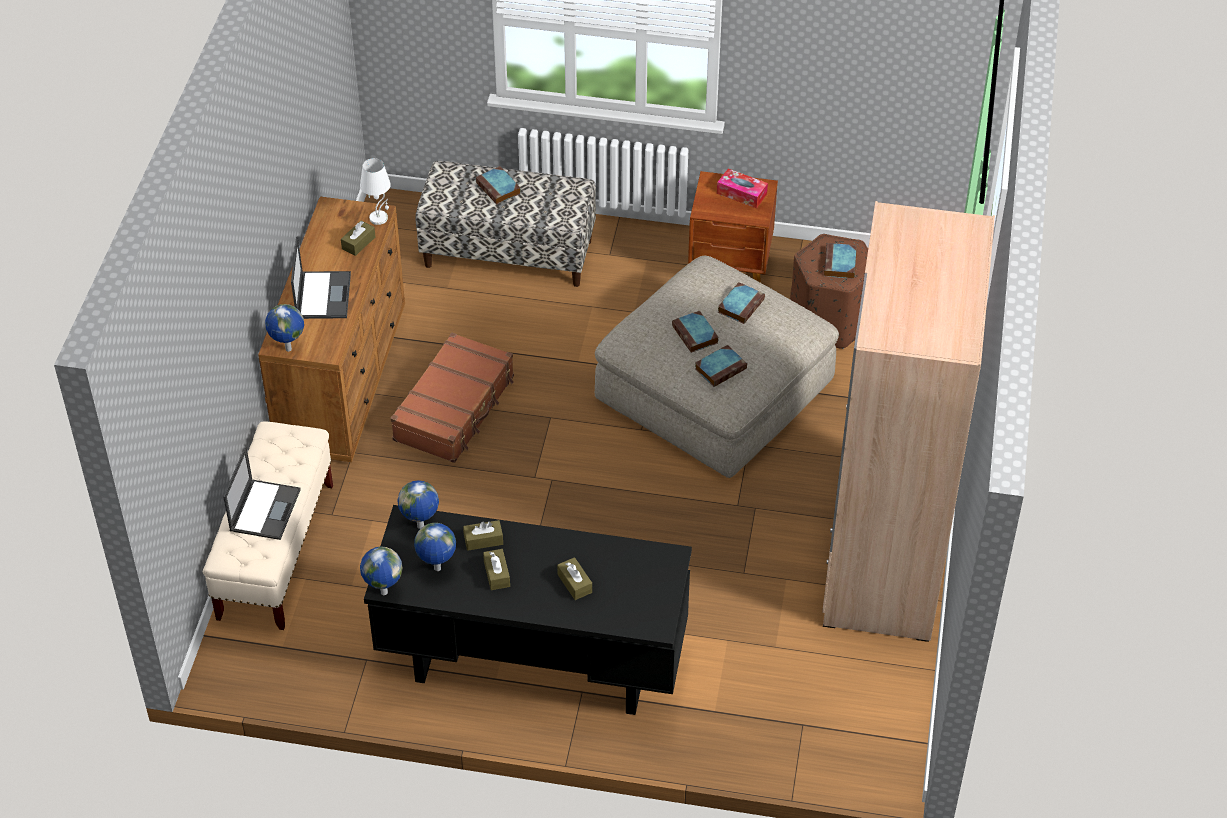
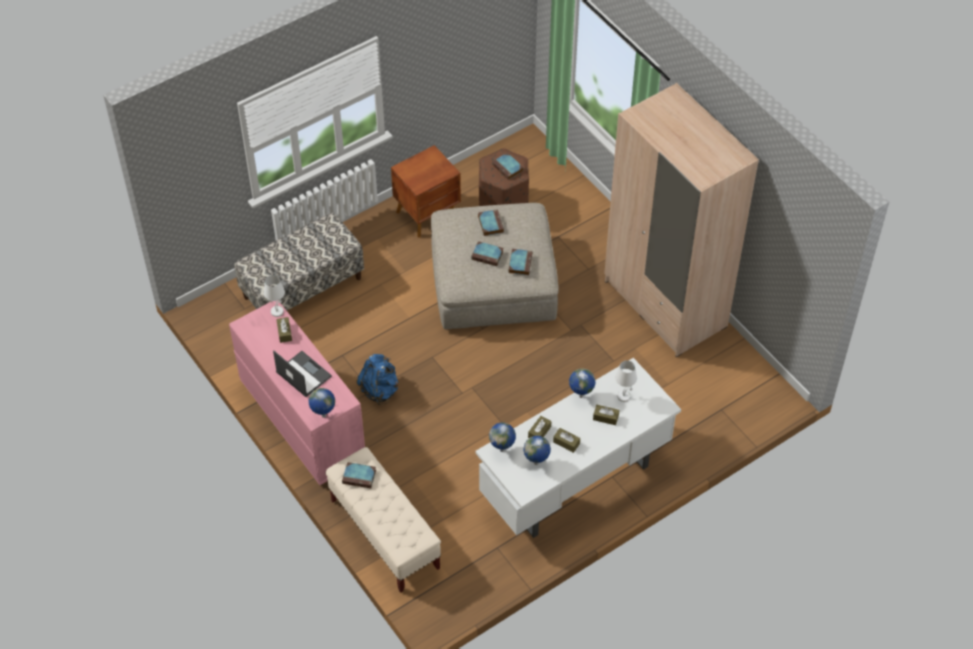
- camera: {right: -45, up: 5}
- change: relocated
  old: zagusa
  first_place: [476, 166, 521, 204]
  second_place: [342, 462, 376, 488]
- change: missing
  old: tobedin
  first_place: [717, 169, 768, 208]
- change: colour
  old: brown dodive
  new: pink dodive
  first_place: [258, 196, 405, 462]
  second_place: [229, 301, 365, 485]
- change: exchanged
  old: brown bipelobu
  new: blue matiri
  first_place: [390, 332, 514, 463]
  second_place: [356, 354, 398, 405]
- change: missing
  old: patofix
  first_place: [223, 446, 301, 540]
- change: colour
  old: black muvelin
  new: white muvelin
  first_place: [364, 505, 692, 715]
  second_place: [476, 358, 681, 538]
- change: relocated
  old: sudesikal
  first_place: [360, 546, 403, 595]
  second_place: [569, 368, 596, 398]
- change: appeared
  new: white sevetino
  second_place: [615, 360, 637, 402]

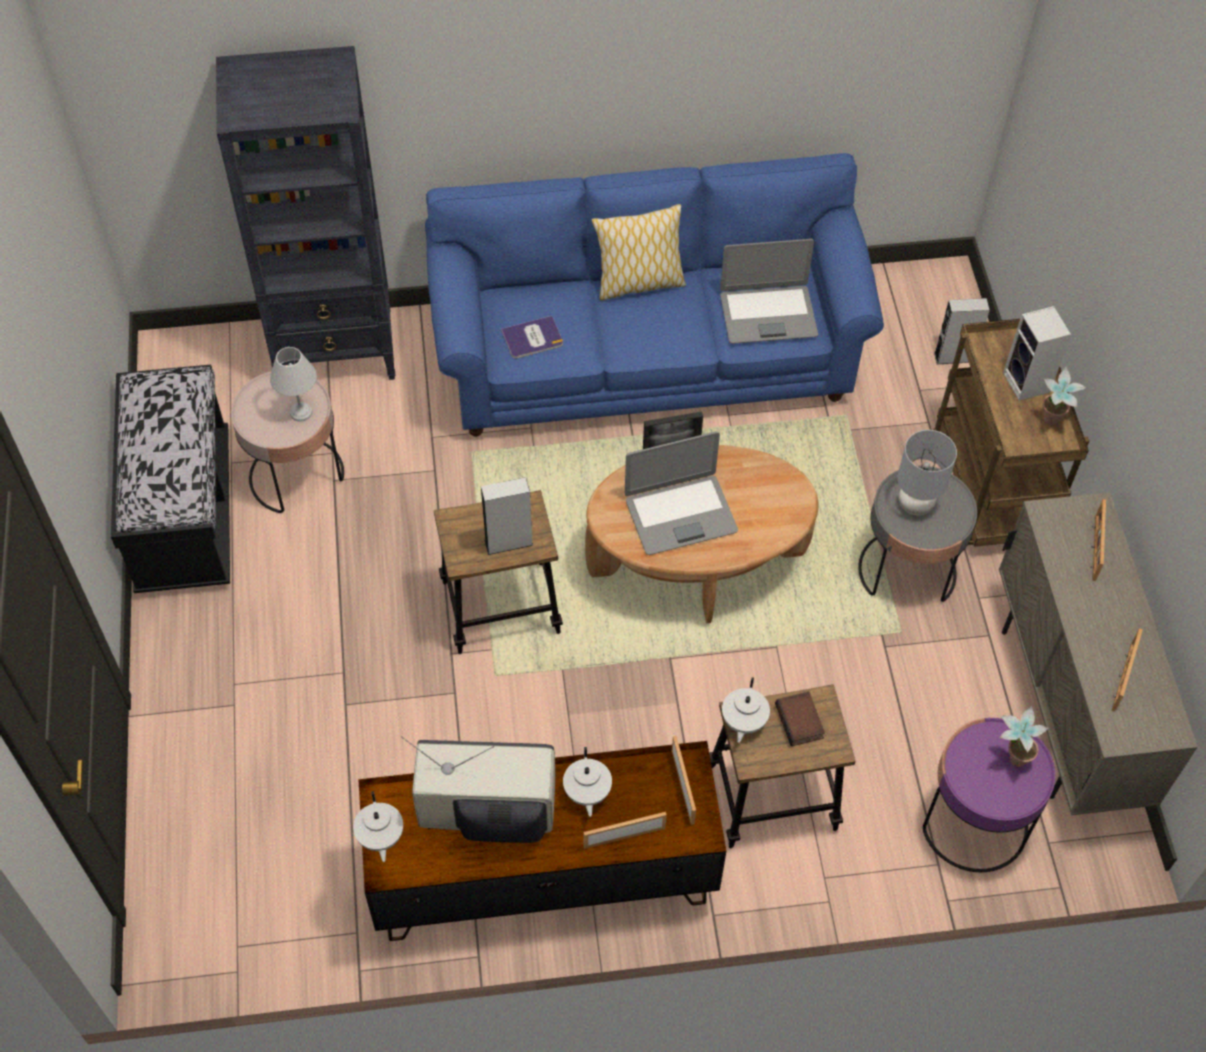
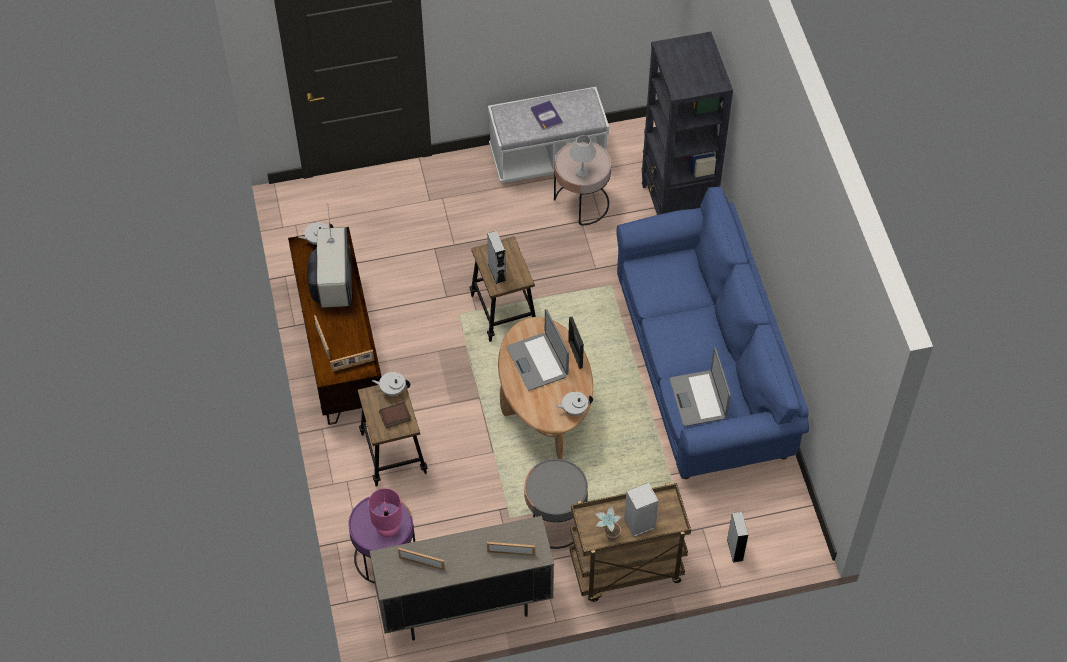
- camera: {right: 85, up: 0}
- change: missing
  old: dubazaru
  first_place: [592, 204, 686, 301]
- change: relocated
  old: zagusa
  first_place: [501, 316, 563, 358]
  second_place: [531, 100, 563, 130]
- change: colour
  old: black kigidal
  new: white kigidal
  first_place: [111, 365, 230, 593]
  second_place: [488, 87, 609, 183]
- change: missing
  old: grey sevetino
  first_place: [897, 430, 957, 515]
- change: exchanged
  old: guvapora
  new: pink sevetino
  first_place: [1000, 706, 1049, 767]
  second_place: [368, 488, 402, 538]
- change: relocated
  old: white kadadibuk
  first_place: [563, 747, 612, 817]
  second_place: [555, 392, 593, 416]

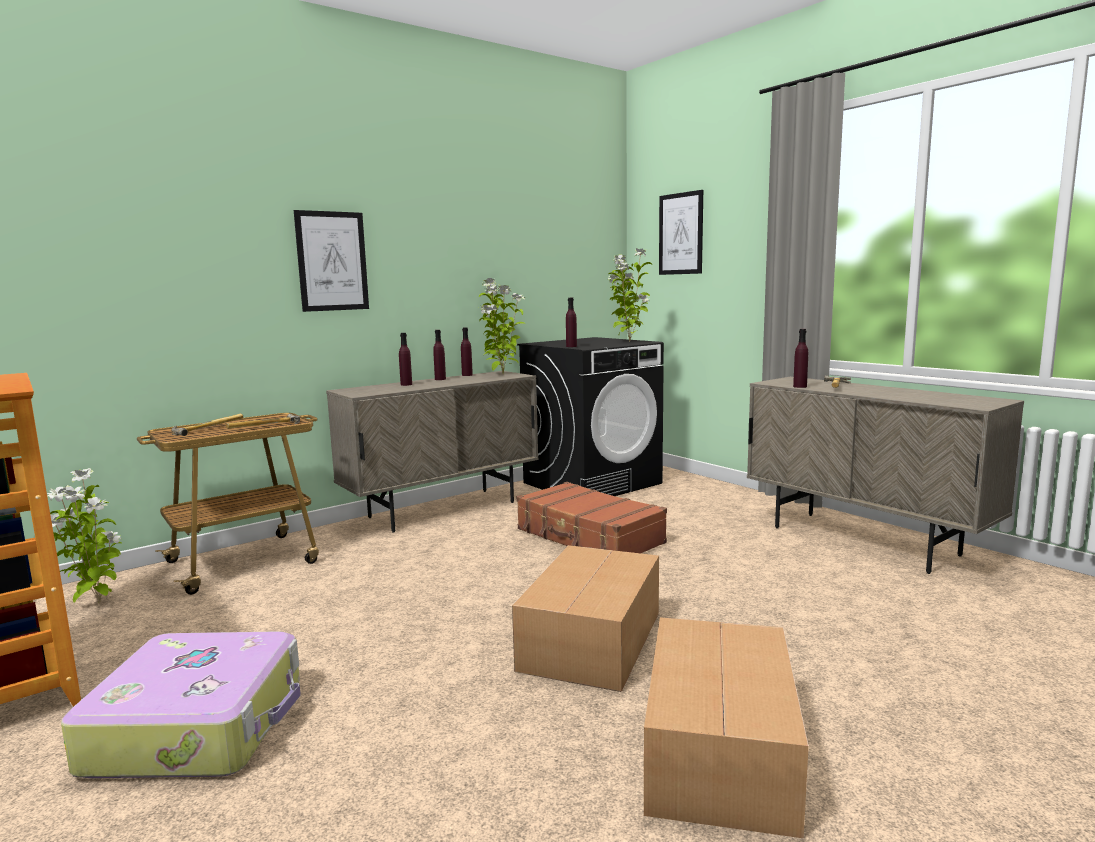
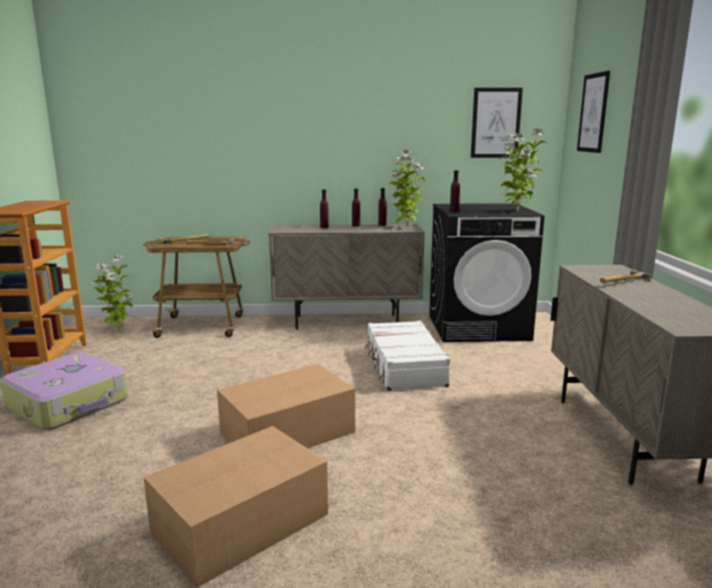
- camera: {right: 35, up: 5}
- change: relocated
  old: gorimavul
  first_place: [294, 210, 369, 312]
  second_place: [471, 88, 523, 158]
- change: missing
  old: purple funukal
  first_place: [793, 329, 808, 388]
- change: colour
  old: brown bipelobu
  new: white bipelobu
  first_place: [517, 482, 667, 553]
  second_place: [365, 321, 451, 391]

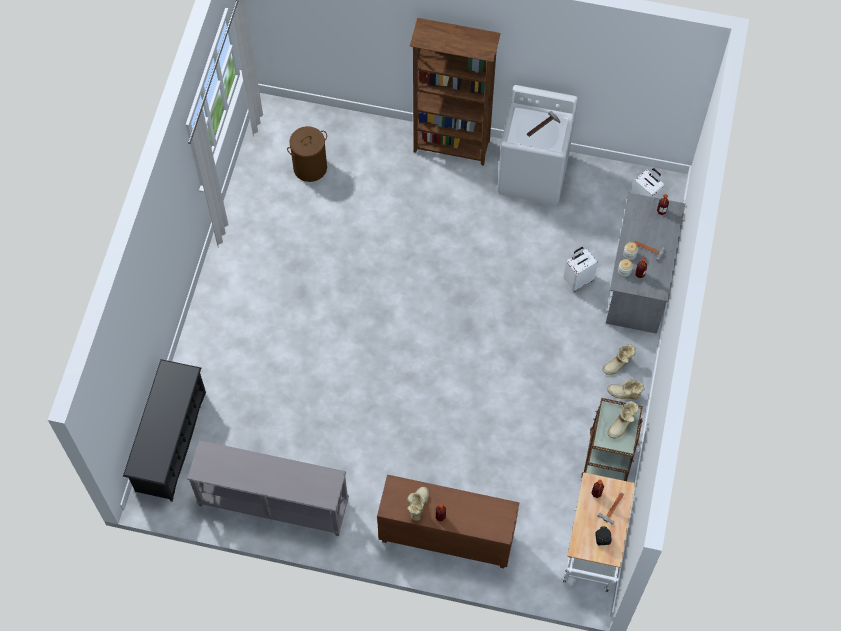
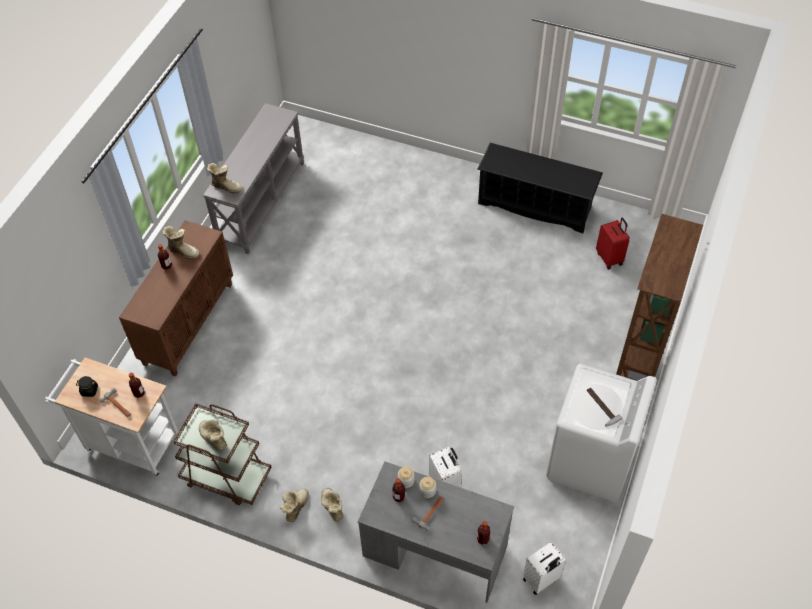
- camera: {right: 100, up: -10}
- change: exchanged
  old: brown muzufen
  new: red bipelobu
  first_place: [287, 126, 327, 182]
  second_place: [596, 218, 630, 270]
- change: relocated
  old: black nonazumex
  first_place: [123, 359, 206, 502]
  second_place: [478, 143, 603, 233]
- change: appeared
  new: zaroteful
  second_place: [207, 163, 243, 193]

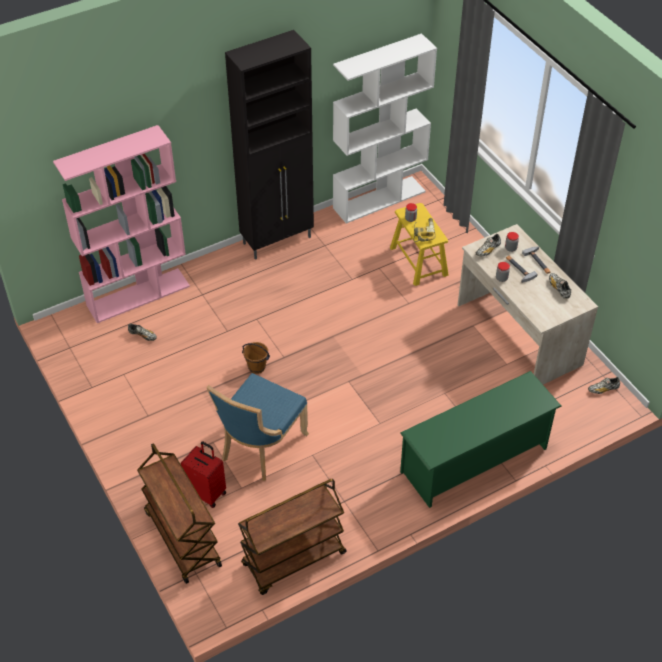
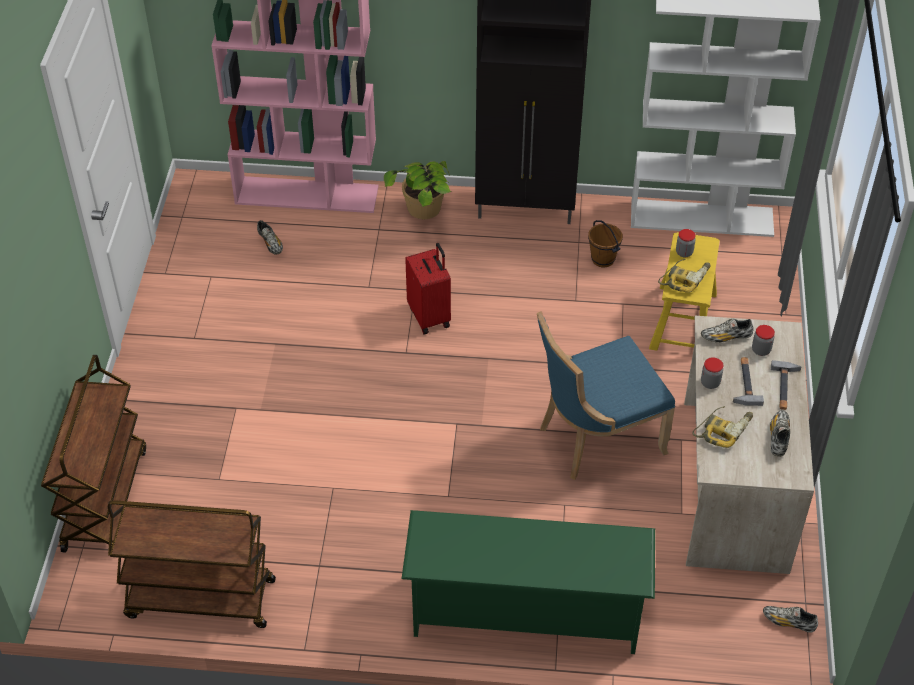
- camera: {right: 35, up: 0}
- change: relocated
  old: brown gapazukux
  first_place: [242, 342, 270, 374]
  second_place: [588, 220, 623, 267]
- change: relocated
  old: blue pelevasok
  first_place: [206, 373, 309, 481]
  second_place: [537, 311, 675, 480]
- change: relocated
  old: red bipelobu
  first_place: [181, 441, 226, 508]
  second_place: [405, 243, 451, 334]
- change: appeared
  new: guvapora
  second_place: [384, 161, 451, 219]
- change: appeared
  new: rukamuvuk
  second_place: [692, 406, 753, 448]

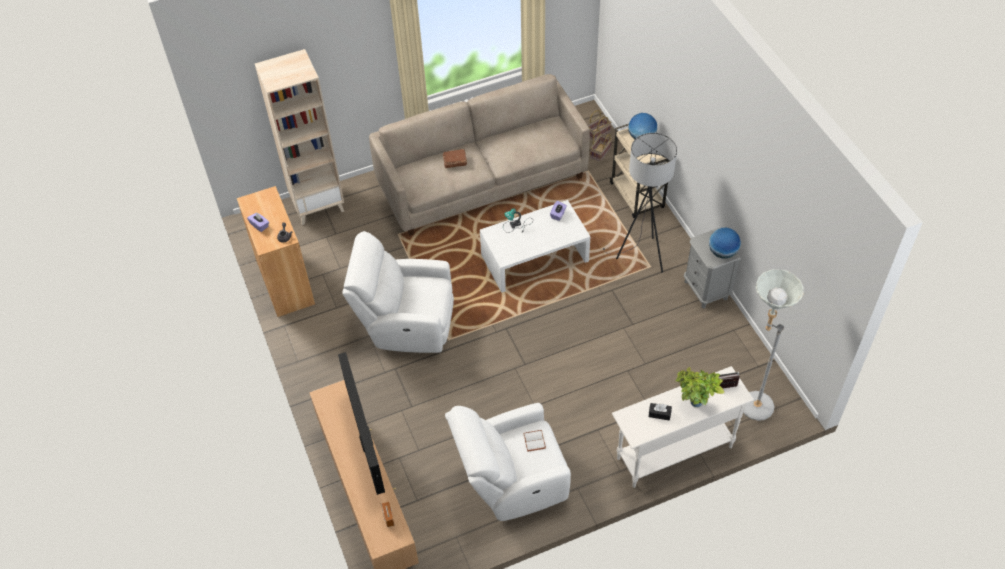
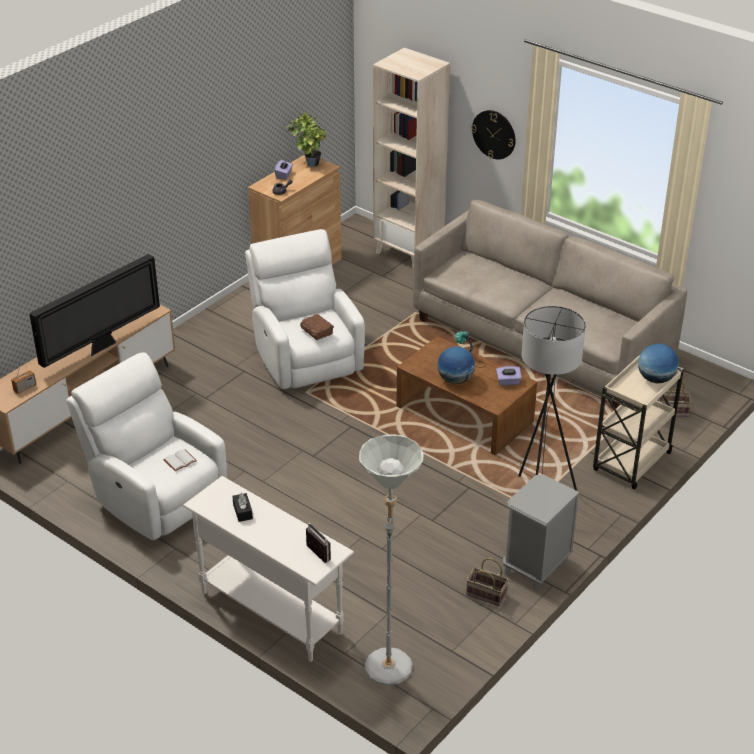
- camera: {right: 60, up: -15}
- change: relocated
  old: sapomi
  first_place: [587, 110, 611, 141]
  second_place: [466, 558, 509, 606]
- change: relocated
  old: brown zagusa
  first_place: [443, 149, 467, 168]
  second_place: [300, 314, 334, 340]
- change: colour
  old: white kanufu
  new: brown kanufu
  first_place: [480, 200, 591, 293]
  second_place: [397, 336, 537, 456]
- change: relocated
  old: sudesikal
  first_place: [709, 228, 741, 259]
  second_place: [437, 346, 475, 384]
- change: relocated
  old: guvapora
  first_place: [676, 367, 724, 407]
  second_place: [286, 112, 326, 167]
- change: appeared
  new: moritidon
  second_place: [471, 110, 516, 159]

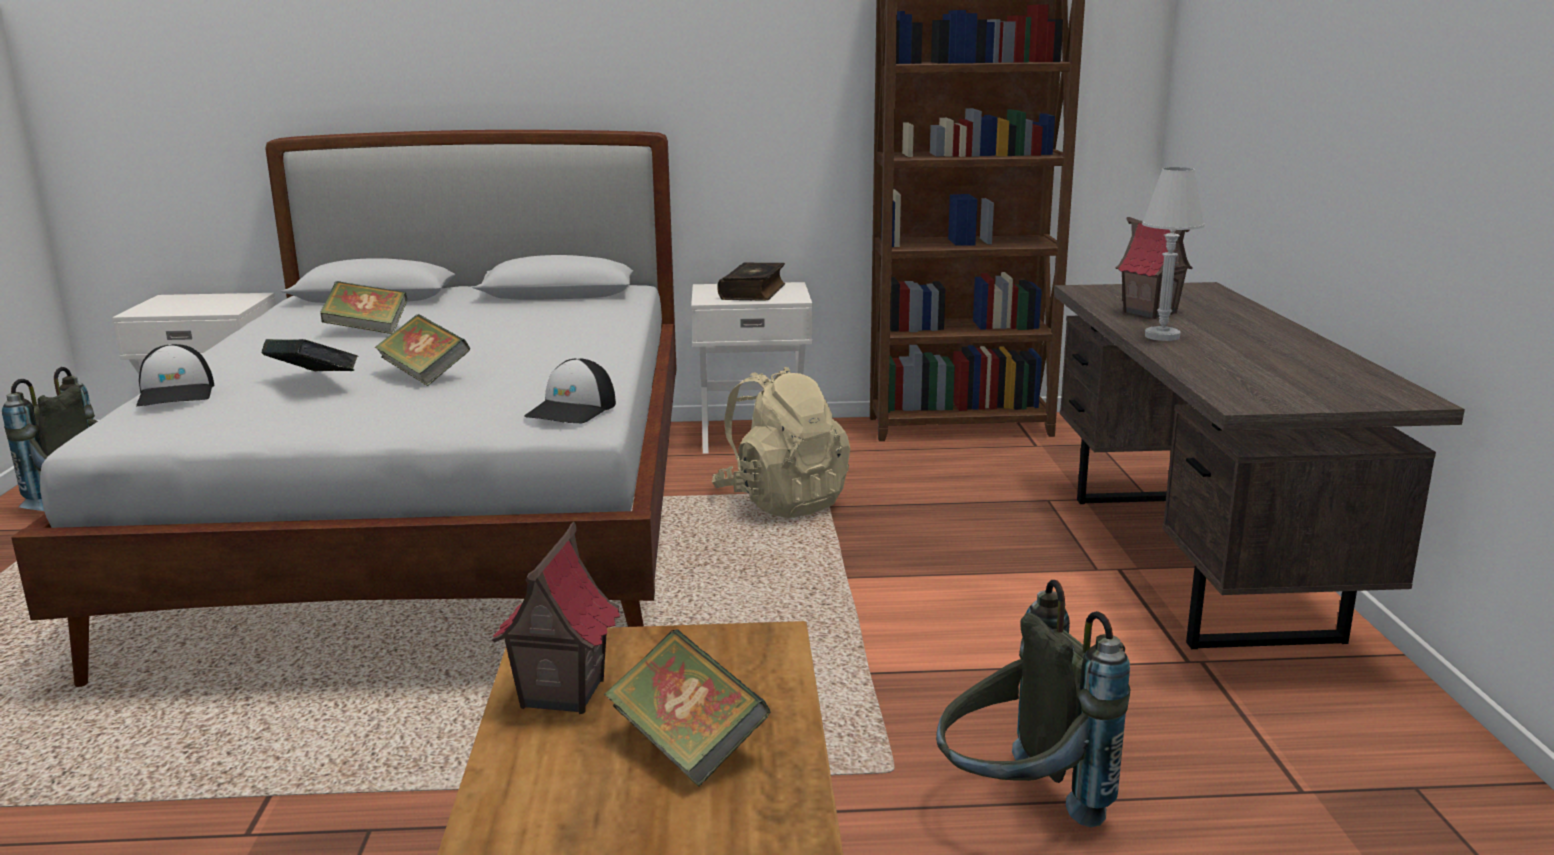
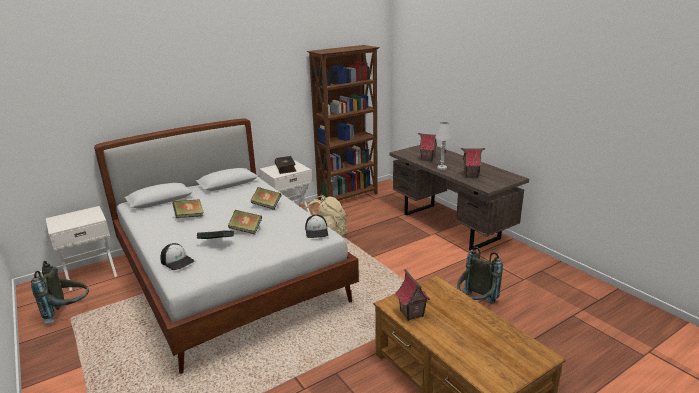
- camera: {right: -30, up: 5}
- change: relocated
  old: zagusa
  first_place: [604, 629, 770, 787]
  second_place: [250, 187, 281, 210]
- change: appeared
  new: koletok
  second_place: [461, 148, 485, 178]

